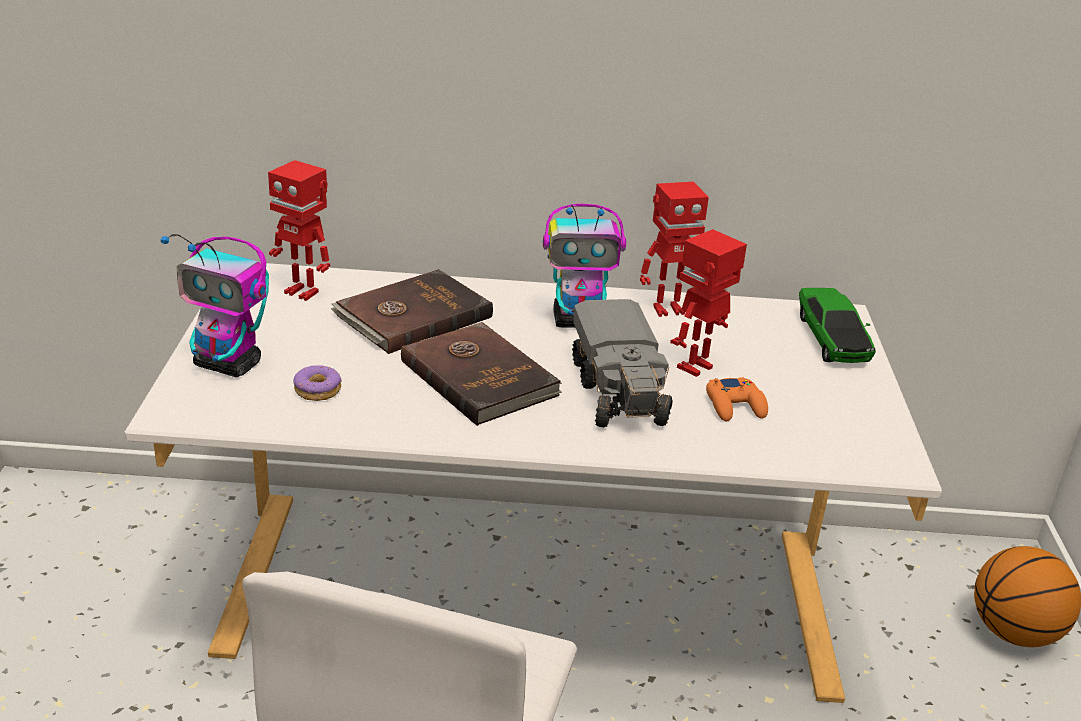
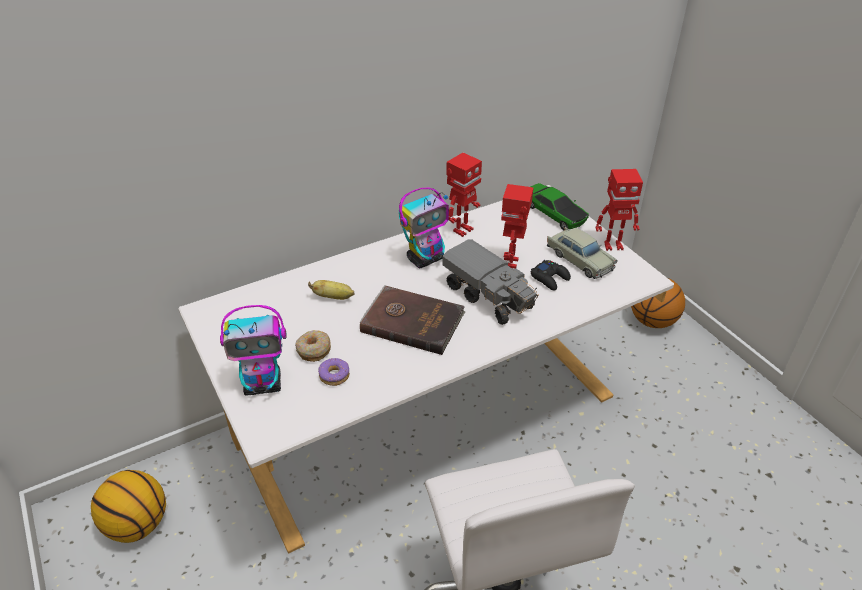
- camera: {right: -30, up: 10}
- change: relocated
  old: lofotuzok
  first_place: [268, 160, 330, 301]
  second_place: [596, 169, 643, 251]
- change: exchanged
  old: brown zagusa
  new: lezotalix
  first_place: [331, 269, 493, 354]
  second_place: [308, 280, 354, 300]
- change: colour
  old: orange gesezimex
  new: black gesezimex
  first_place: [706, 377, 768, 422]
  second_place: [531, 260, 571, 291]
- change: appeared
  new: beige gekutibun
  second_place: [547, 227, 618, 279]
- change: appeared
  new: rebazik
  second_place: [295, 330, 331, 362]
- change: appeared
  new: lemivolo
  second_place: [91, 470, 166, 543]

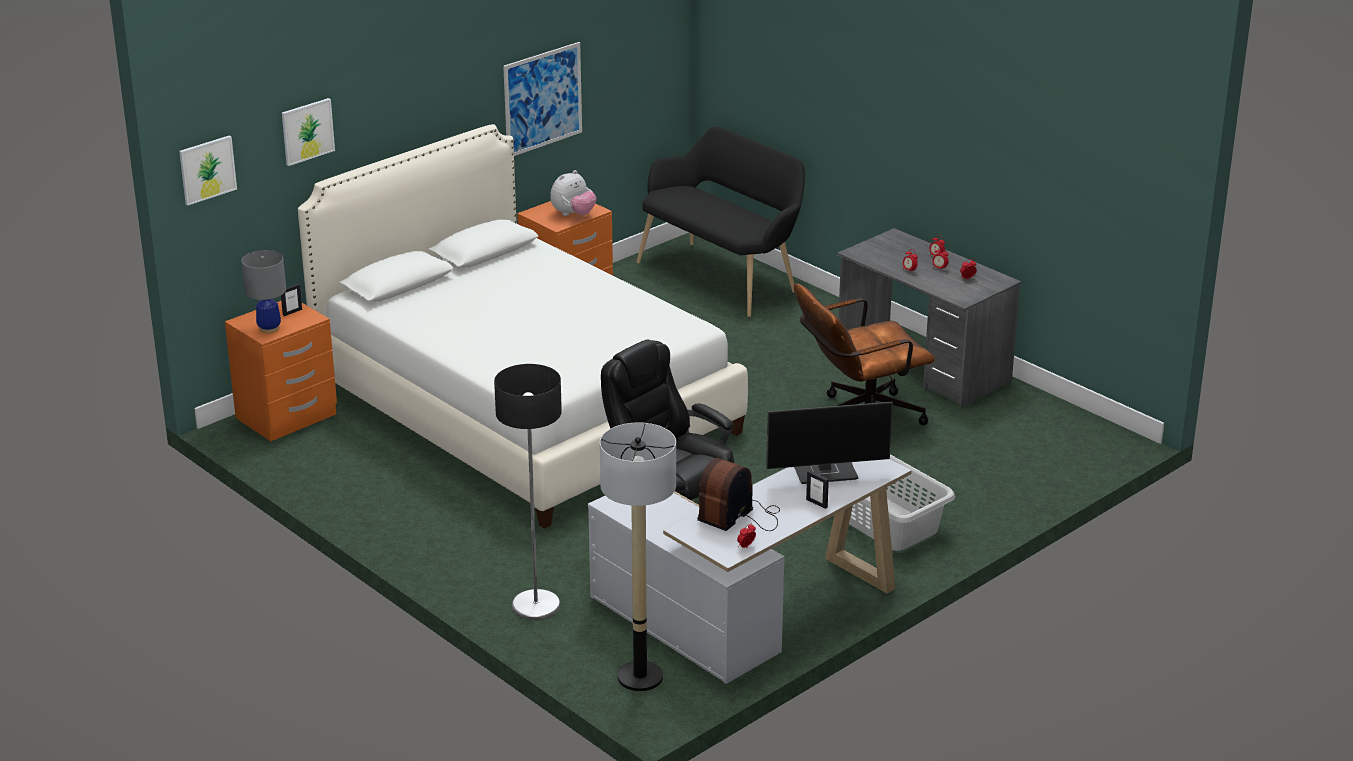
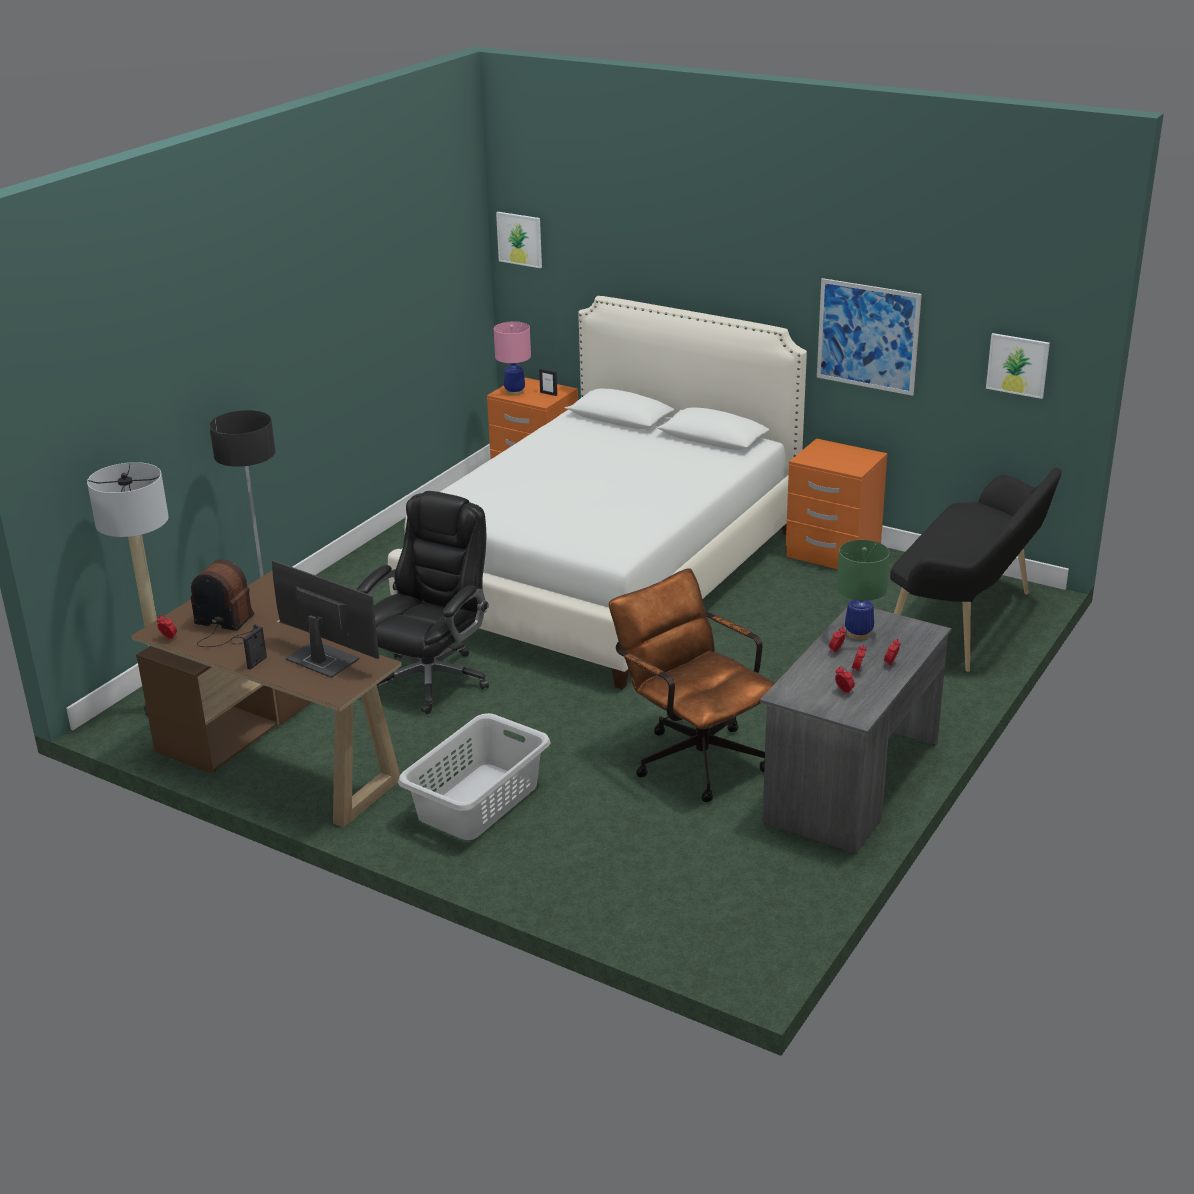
- camera: {right: 75, up: 0}
- change: relocated
  old: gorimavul
  first_place: [282, 98, 335, 166]
  second_place: [986, 333, 1050, 399]
- change: missing
  old: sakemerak
  first_place: [550, 170, 597, 216]
- change: colour
  old: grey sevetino
  new: pink sevetino
  first_place: [241, 250, 286, 333]
  second_place: [494, 321, 531, 395]
- change: spun
  old: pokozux
  first_place: [767, 401, 893, 484]
  second_place: [272, 560, 379, 678]
  degrees: 150
- change: colour
  old: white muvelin
  new: brown muvelin
  first_place: [588, 459, 912, 684]
  second_place: [131, 570, 402, 828]
- change: appeared
  new: green sevetino
  second_place: [837, 540, 890, 640]

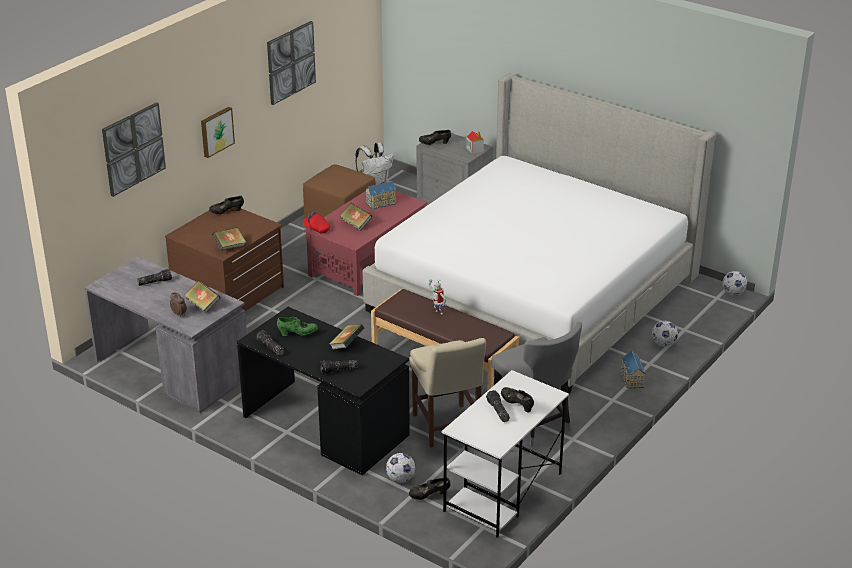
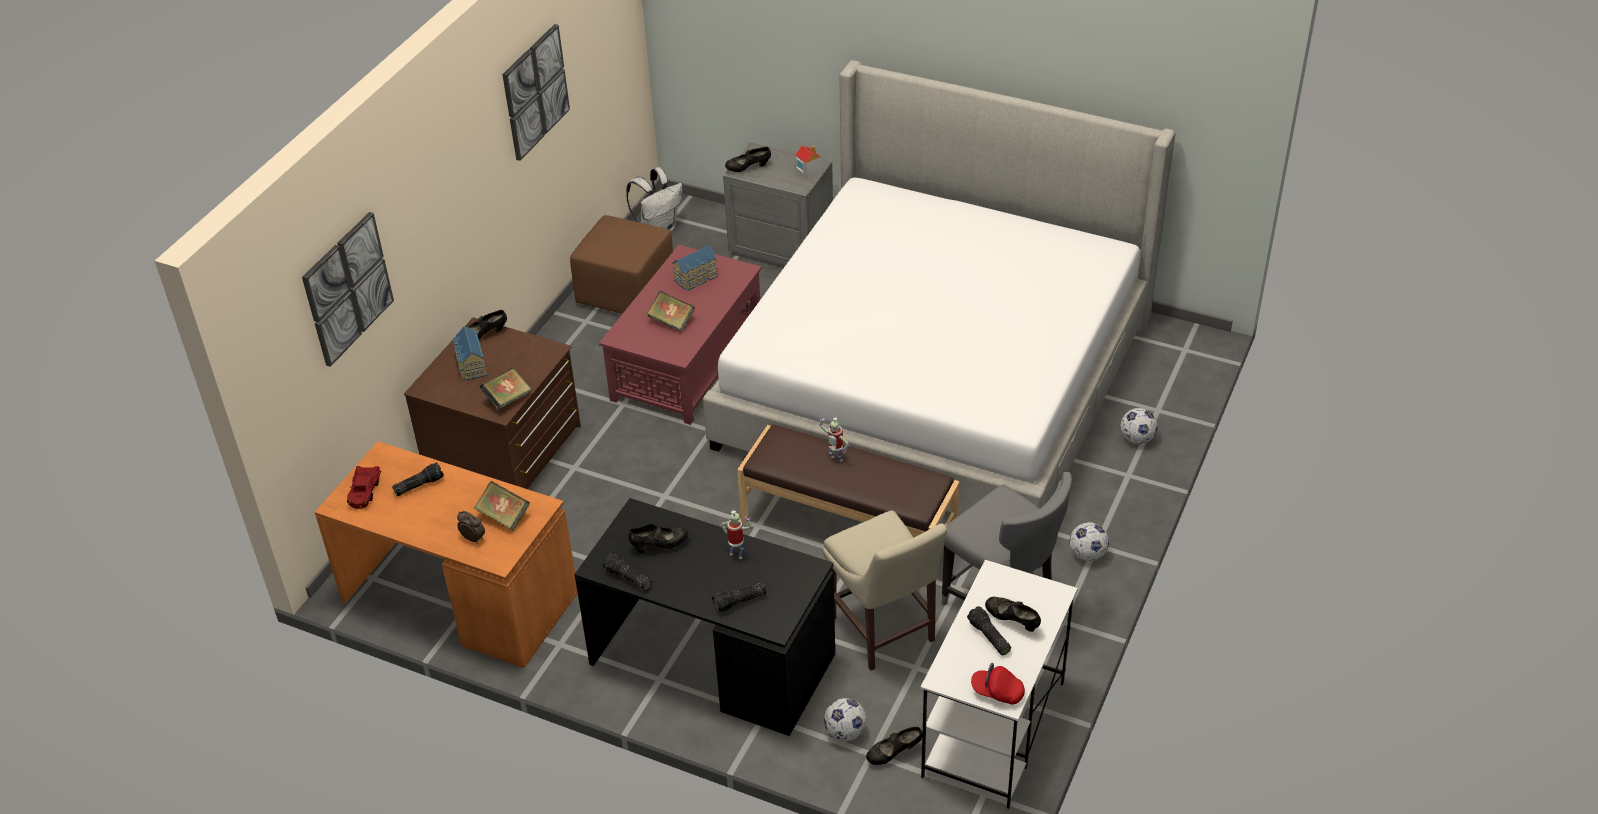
- camera: {right: -10, up: 10}
- change: missing
  old: gorimavul
  first_place: [201, 107, 235, 158]
- change: relocated
  old: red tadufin
  first_place: [303, 211, 330, 234]
  second_place: [971, 663, 1025, 705]
- change: colour
  old: grey muvelin
  new: orange muvelin
  first_place: [84, 256, 247, 413]
  second_place: [315, 441, 578, 668]
- change: relocated
  old: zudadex
  first_place: [722, 271, 748, 296]
  second_place: [1070, 522, 1109, 561]
- change: colour
  old: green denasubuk
  new: black denasubuk
  first_place: [277, 317, 318, 336]
  second_place: [628, 524, 688, 554]
- change: exchanged
  old: zagusa
  new: lofotuzok
  first_place: [329, 324, 365, 350]
  second_place: [721, 510, 752, 559]
- change: relocated
  old: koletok
  first_place: [620, 351, 646, 389]
  second_place: [452, 326, 487, 380]
- change: appeared
  new: red gekutibun
  second_place: [347, 466, 381, 509]

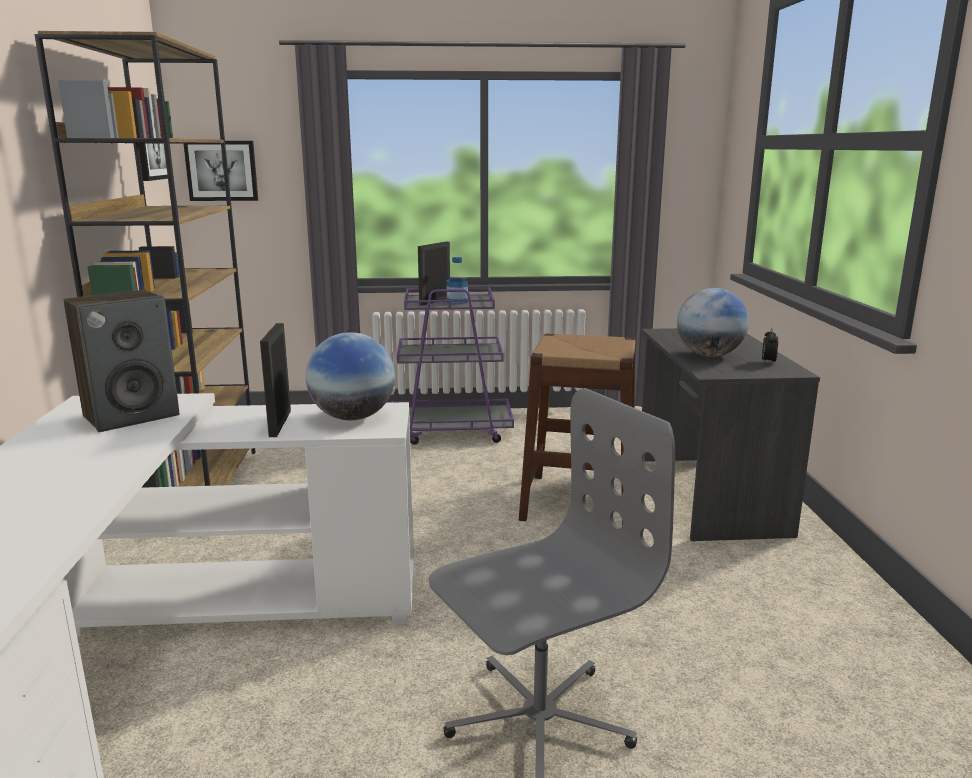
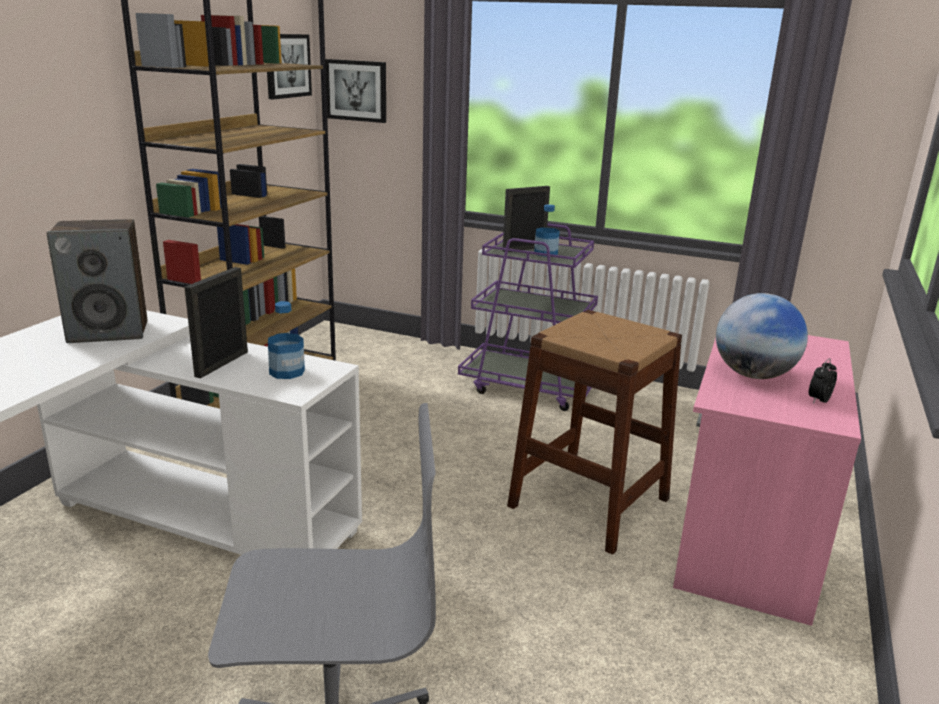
- camera: {right: 25, up: 5}
- change: colour
  old: grey muvelin
  new: pink muvelin
  first_place: [641, 328, 820, 541]
  second_place: [673, 335, 861, 626]
- change: exchanged
  old: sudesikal
  new: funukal
  first_place: [306, 332, 395, 420]
  second_place: [268, 301, 305, 379]

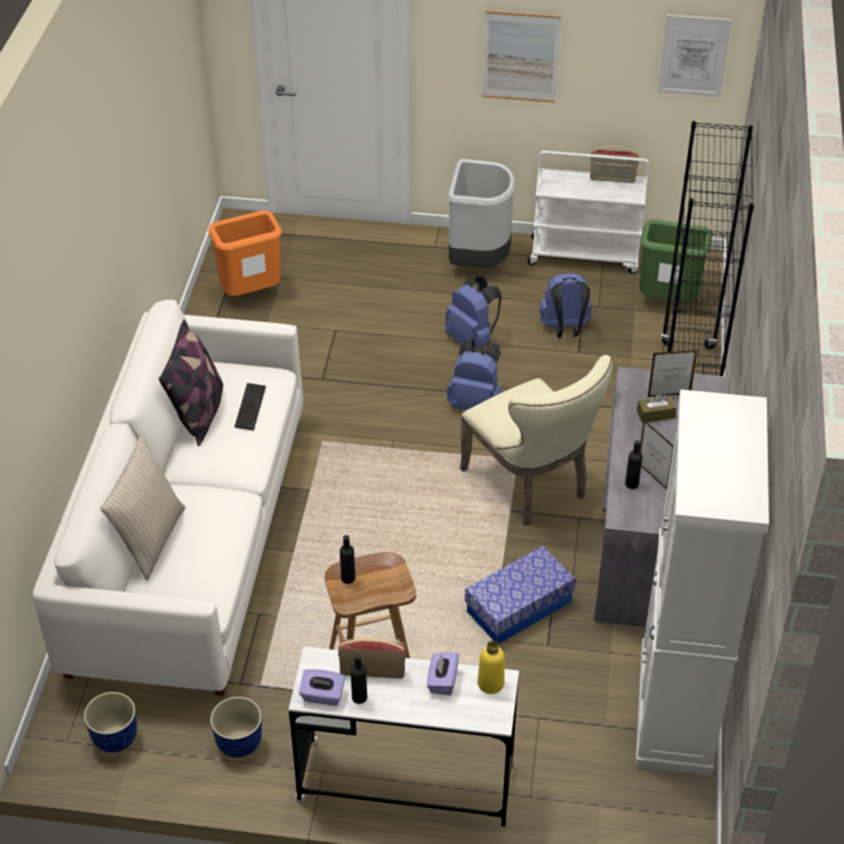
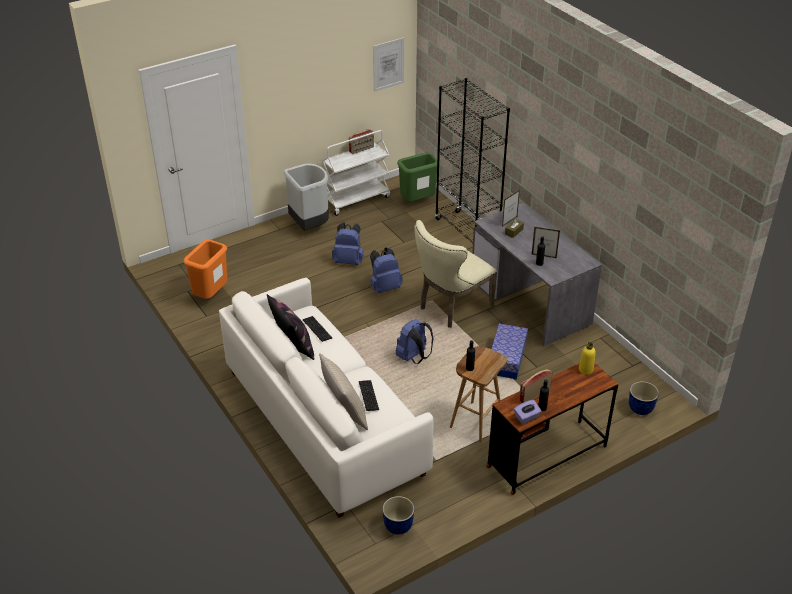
- camera: {right: -40, up: -5}
- change: missing
  old: gorimavul
  first_place: [483, 10, 561, 103]
- change: relocated
  old: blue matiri
  first_place: [540, 273, 592, 338]
  second_place: [396, 320, 434, 364]
- change: spun
  old: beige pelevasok
  first_place: [460, 355, 613, 526]
  second_place: [415, 220, 497, 328]
  degrees: 120
- change: missing
  old: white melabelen
  first_place: [635, 389, 769, 776]
- change: colour
  old: white muvelin
  new: brown muvelin
  first_place: [289, 647, 519, 827]
  second_place: [486, 363, 618, 495]
- change: missing
  old: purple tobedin
  first_place: [427, 653, 459, 696]
- change: relocated
  old: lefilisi
  first_place: [210, 697, 262, 758]
  second_place: [629, 381, 659, 415]
- change: appeared
  new: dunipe
  second_place: [359, 380, 379, 411]

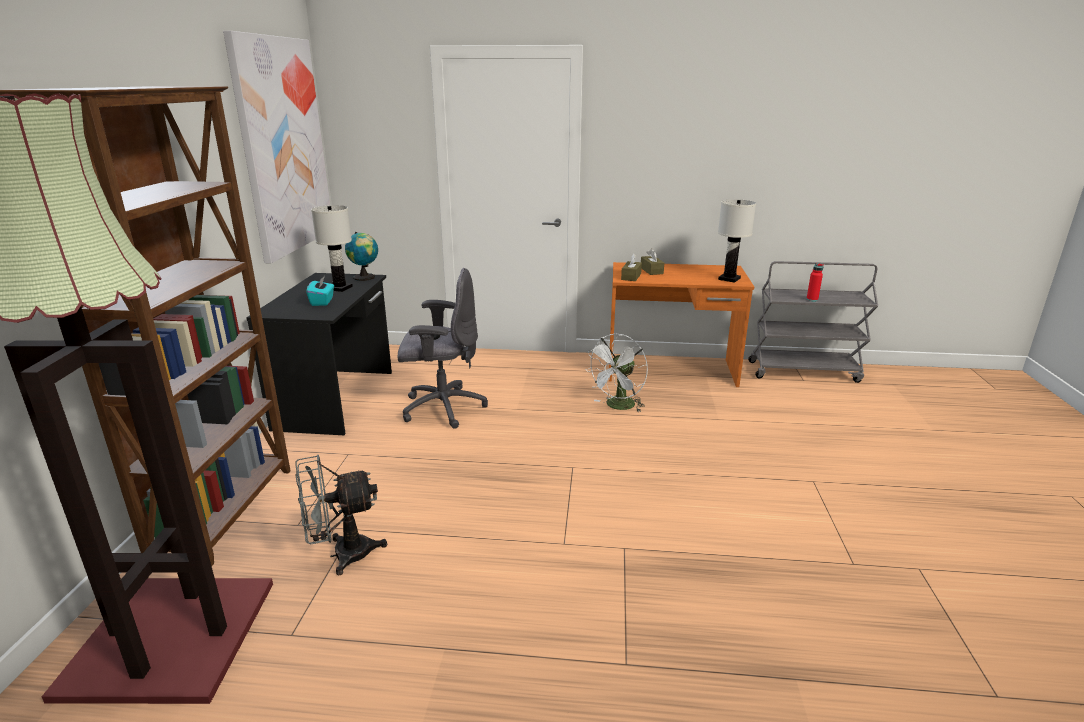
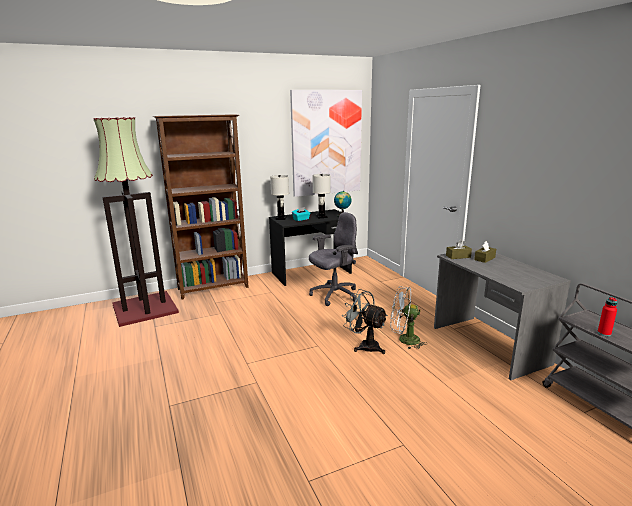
- camera: {right: 60, up: -5}
- change: relocated
  old: white sevetino
  first_place: [718, 199, 756, 283]
  second_place: [270, 175, 289, 220]
- change: colour
  old: orange muvelin
  new: grey muvelin
  first_place: [609, 262, 754, 387]
  second_place: [434, 247, 571, 380]
- change: spun
  old: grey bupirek
  first_place: [398, 268, 488, 429]
  second_place: [309, 212, 358, 306]
  degrees: -90
- change: relocated
  old: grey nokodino
  first_place: [296, 455, 387, 575]
  second_place: [342, 289, 388, 354]

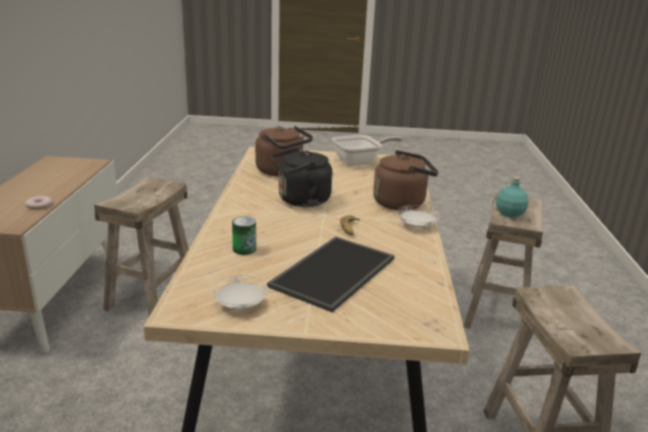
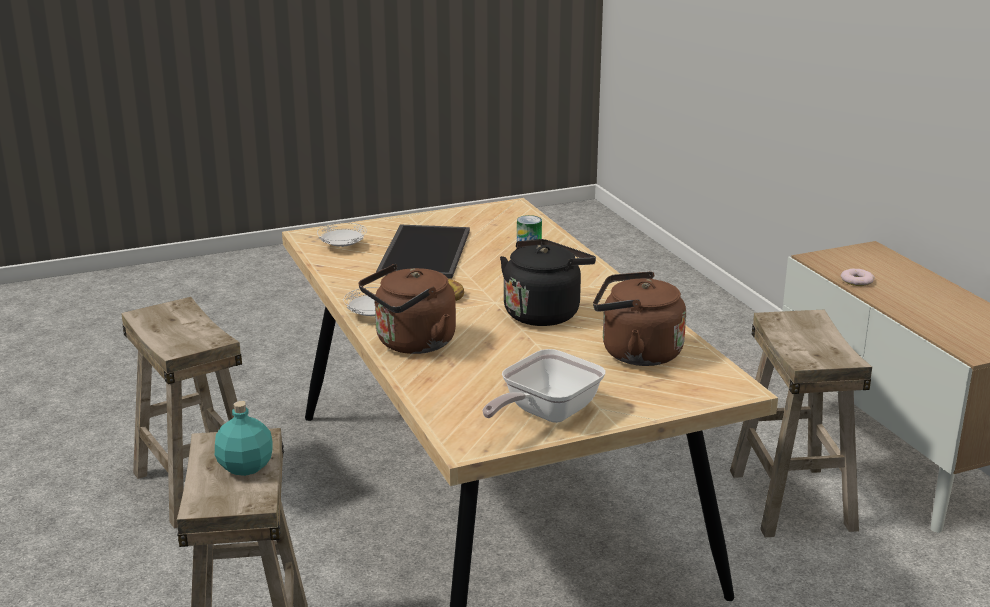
- camera: {right: 155, up: 0}
- change: relocated
  old: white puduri
  first_place: [212, 275, 268, 309]
  second_place: [317, 222, 367, 247]

